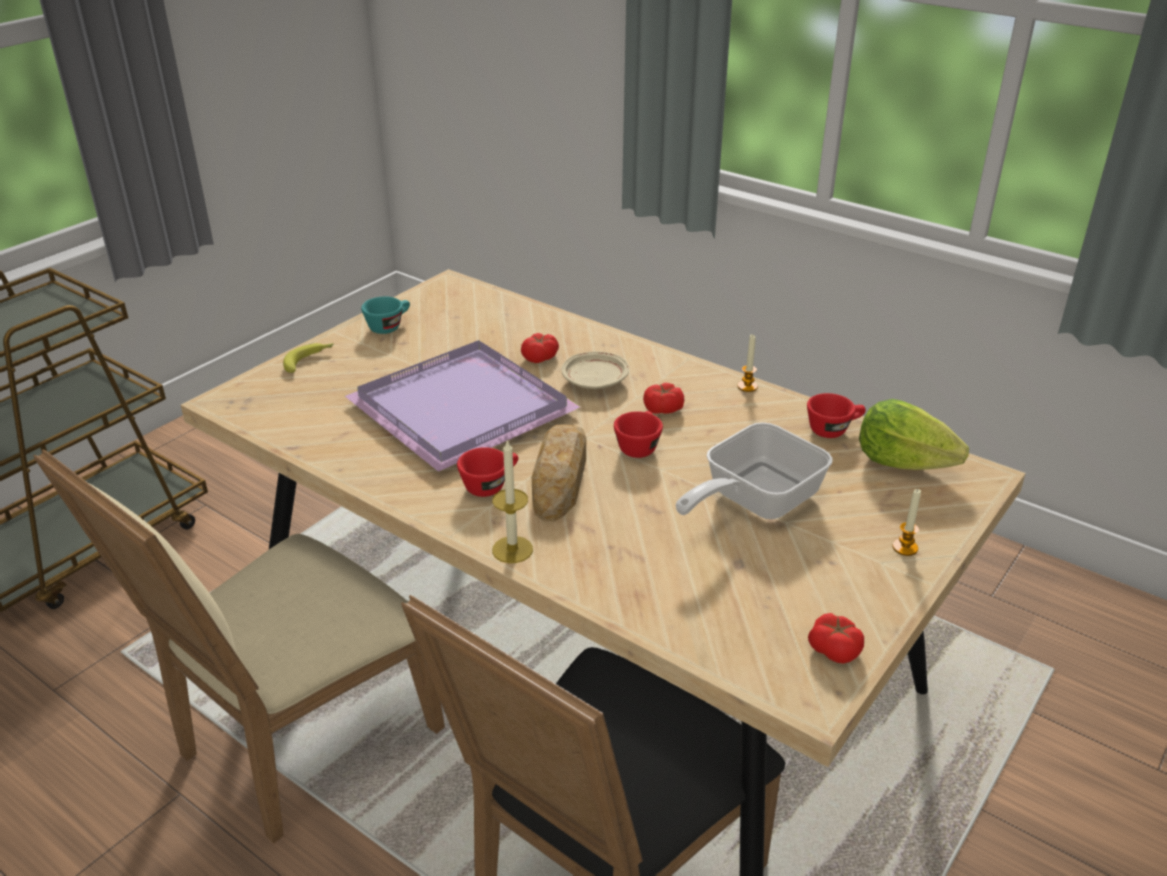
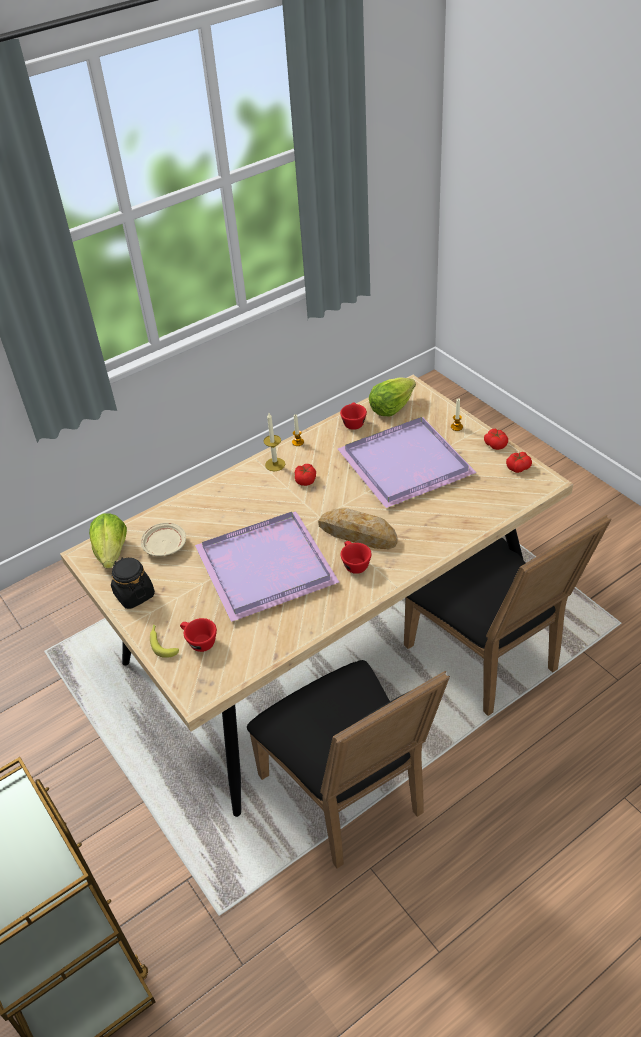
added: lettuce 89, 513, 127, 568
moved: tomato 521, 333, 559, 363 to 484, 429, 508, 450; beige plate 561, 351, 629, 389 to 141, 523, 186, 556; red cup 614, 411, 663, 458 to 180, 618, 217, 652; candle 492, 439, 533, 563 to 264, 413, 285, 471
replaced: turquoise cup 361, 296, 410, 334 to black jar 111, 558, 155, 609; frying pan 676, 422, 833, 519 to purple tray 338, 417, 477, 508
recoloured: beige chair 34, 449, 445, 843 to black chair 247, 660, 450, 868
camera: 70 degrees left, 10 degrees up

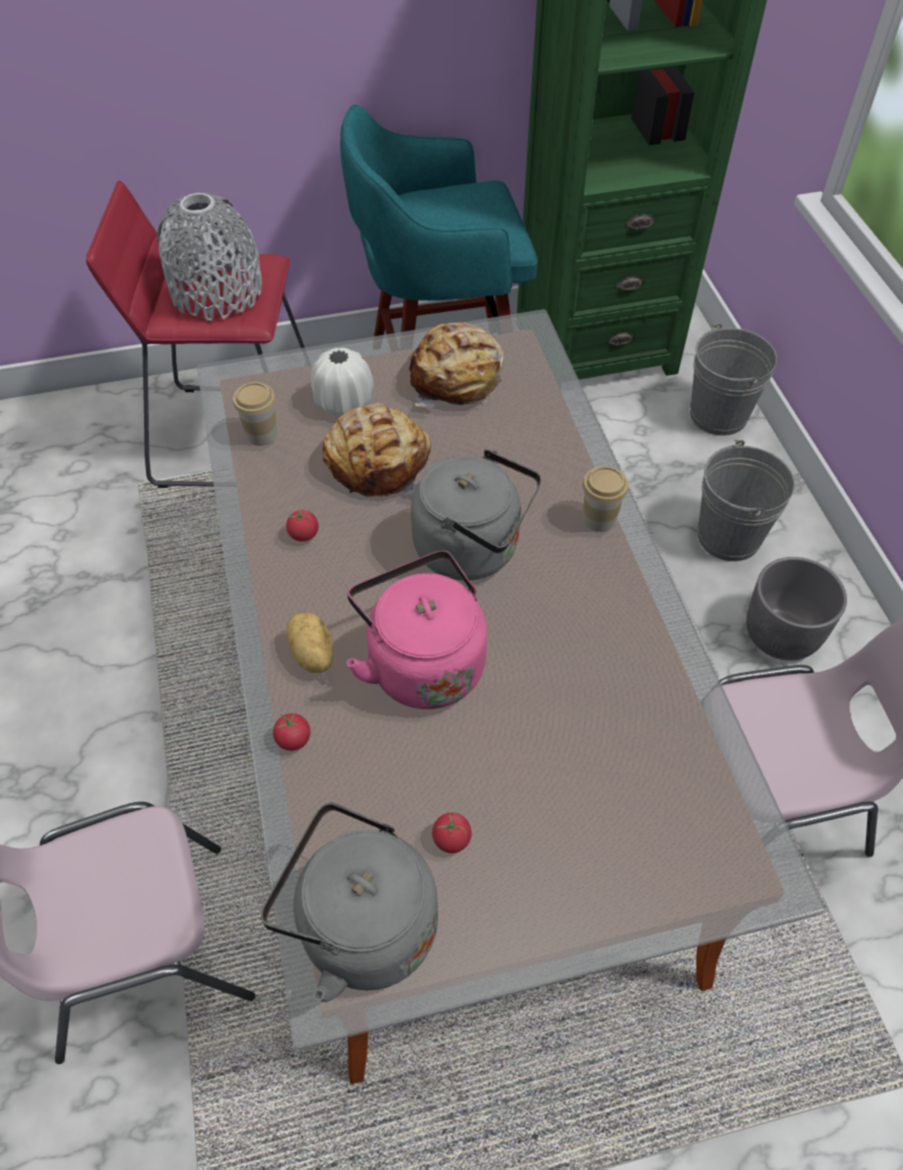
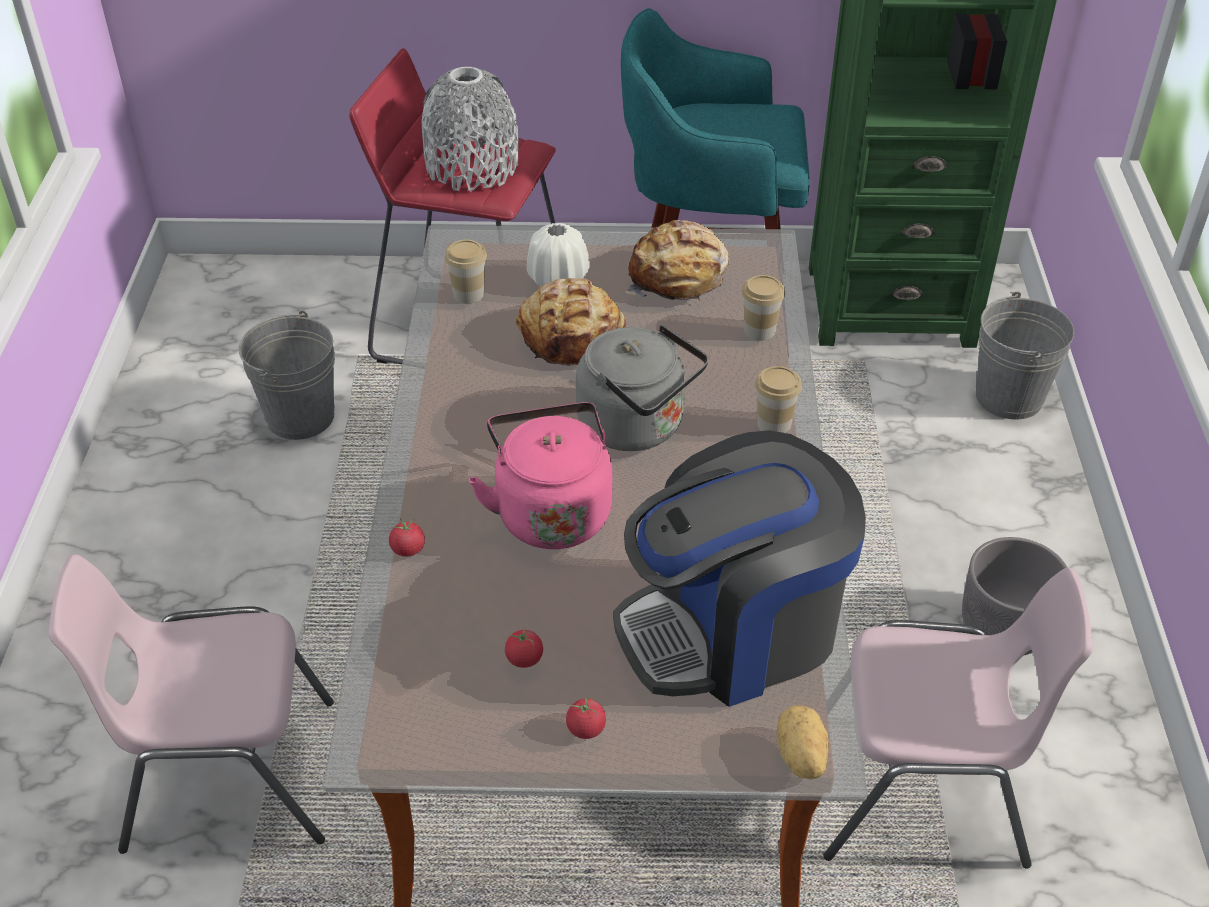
removed: grey kettle 261, 802, 438, 1002
added: cup 742, 275, 785, 341; coffee machine 613, 430, 866, 707
moved: grey bucket 697, 439, 795, 561 to 239, 310, 335, 440; tomato 286, 508, 319, 541 to 566, 697, 606, 739; potato 286, 612, 333, 673 to 777, 705, 829, 779
camera: 15 degrees right, 10 degrees down

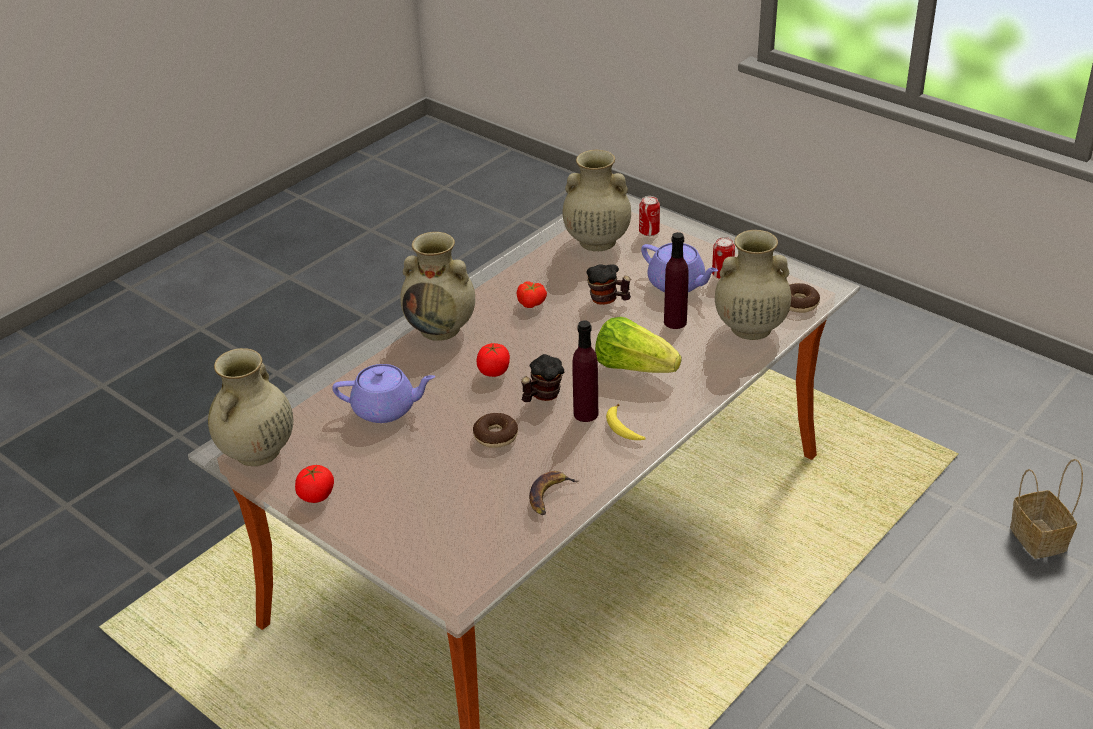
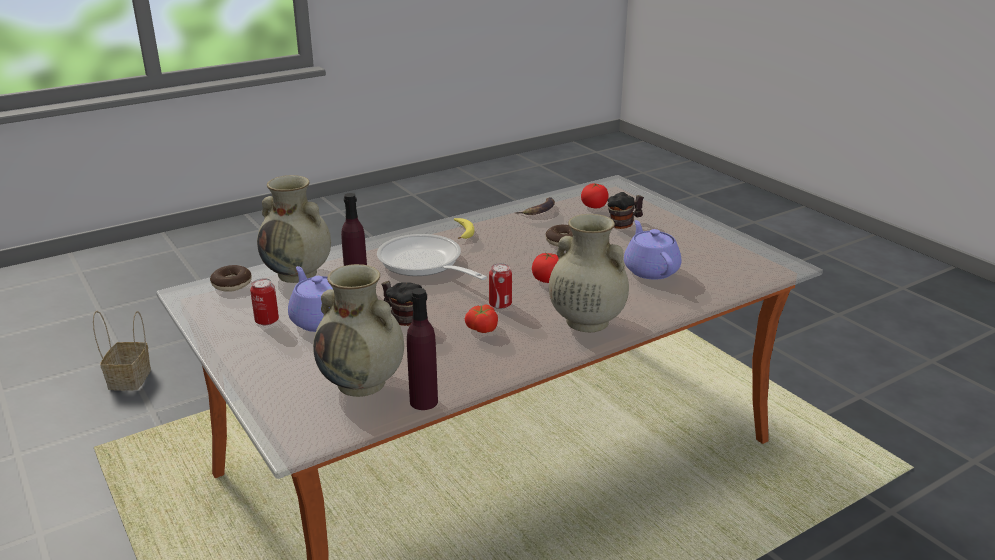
removed: beige vase 208, 348, 293, 466
moved: can 639, 196, 660, 236 to 489, 263, 512, 309; purple bottle 572, 320, 598, 422 to 407, 288, 438, 410; mug 521, 354, 564, 402 to 607, 192, 644, 229; tomato 295, 465, 334, 503 to 581, 183, 608, 208
replaced: lettuce 595, 317, 681, 373 to frying pan 377, 234, 487, 280
turned: purple teapot 332, 364, 435, 423 = 624, 220, 681, 280 60 degrees clockwise
camera: 165 degrees left, 10 degrees down

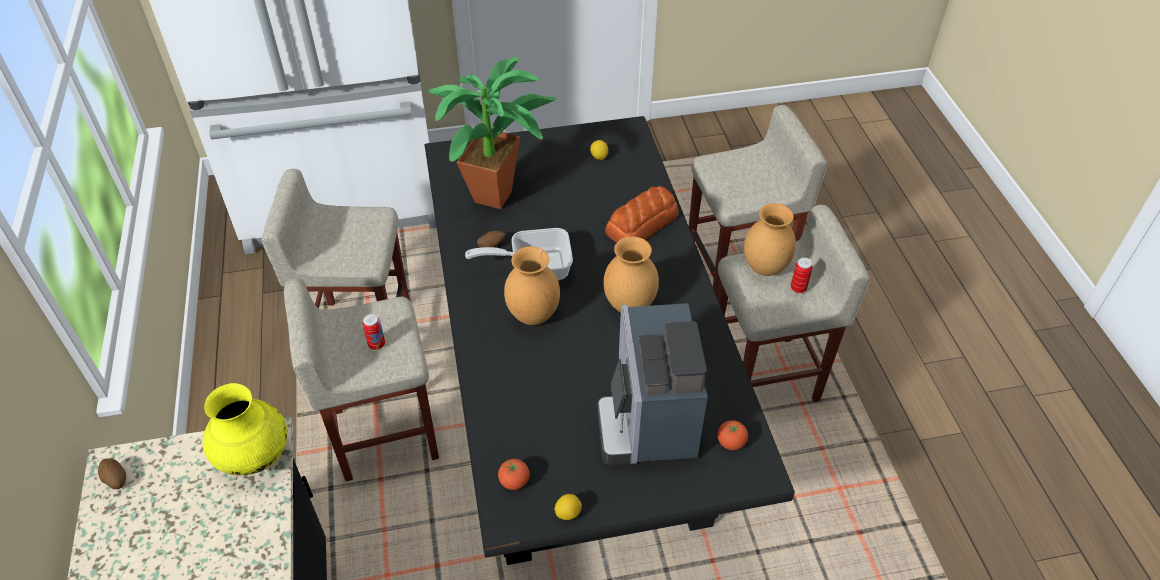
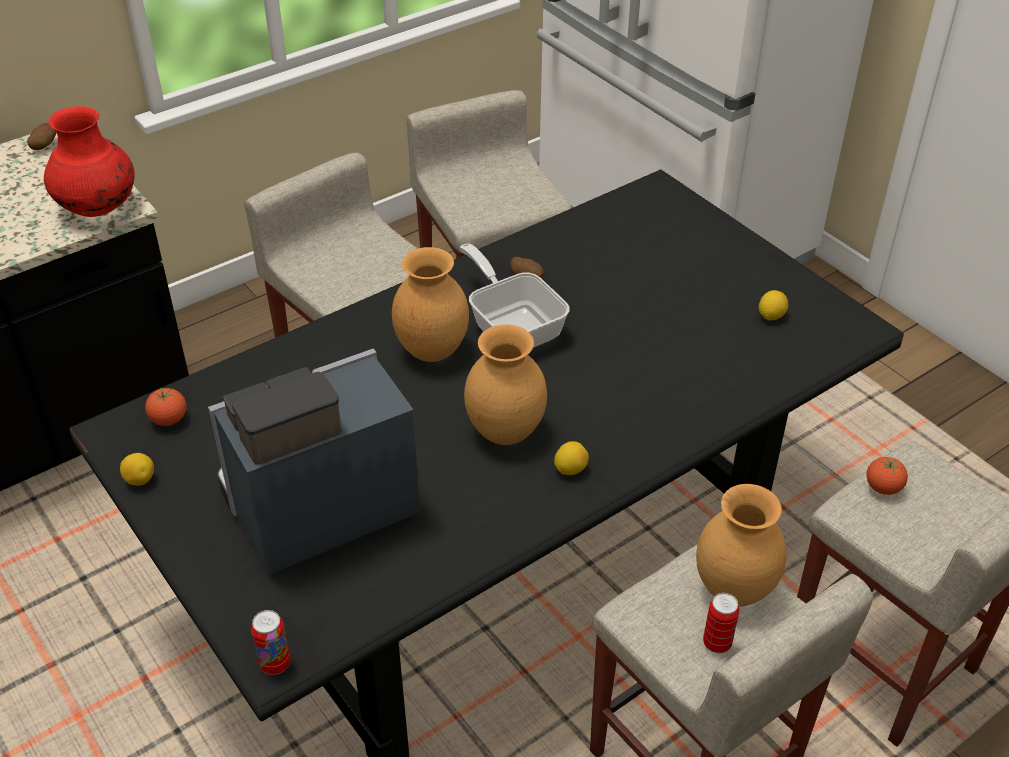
removed: potted plant 428, 57, 557, 209; bread 605, 186, 679, 243
added: lemon 554, 441, 589, 475
moved: can 362, 314, 385, 350 to 251, 610, 290, 675; tomato 717, 420, 748, 450 to 866, 457, 908, 495
recoloured: yellow vase 203, 383, 287, 475 to red vase 44, 106, 135, 217
camera: 65 degrees right, 5 degrees down

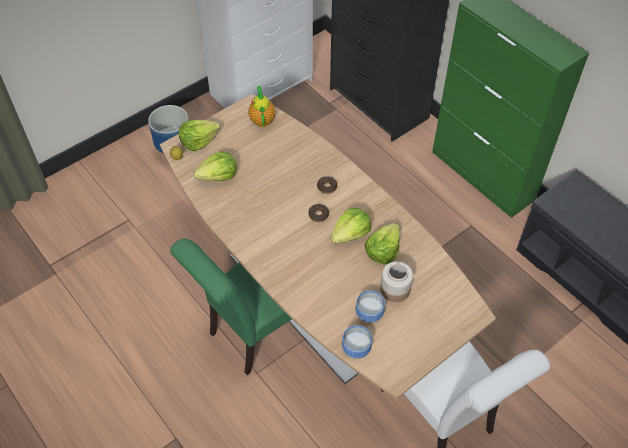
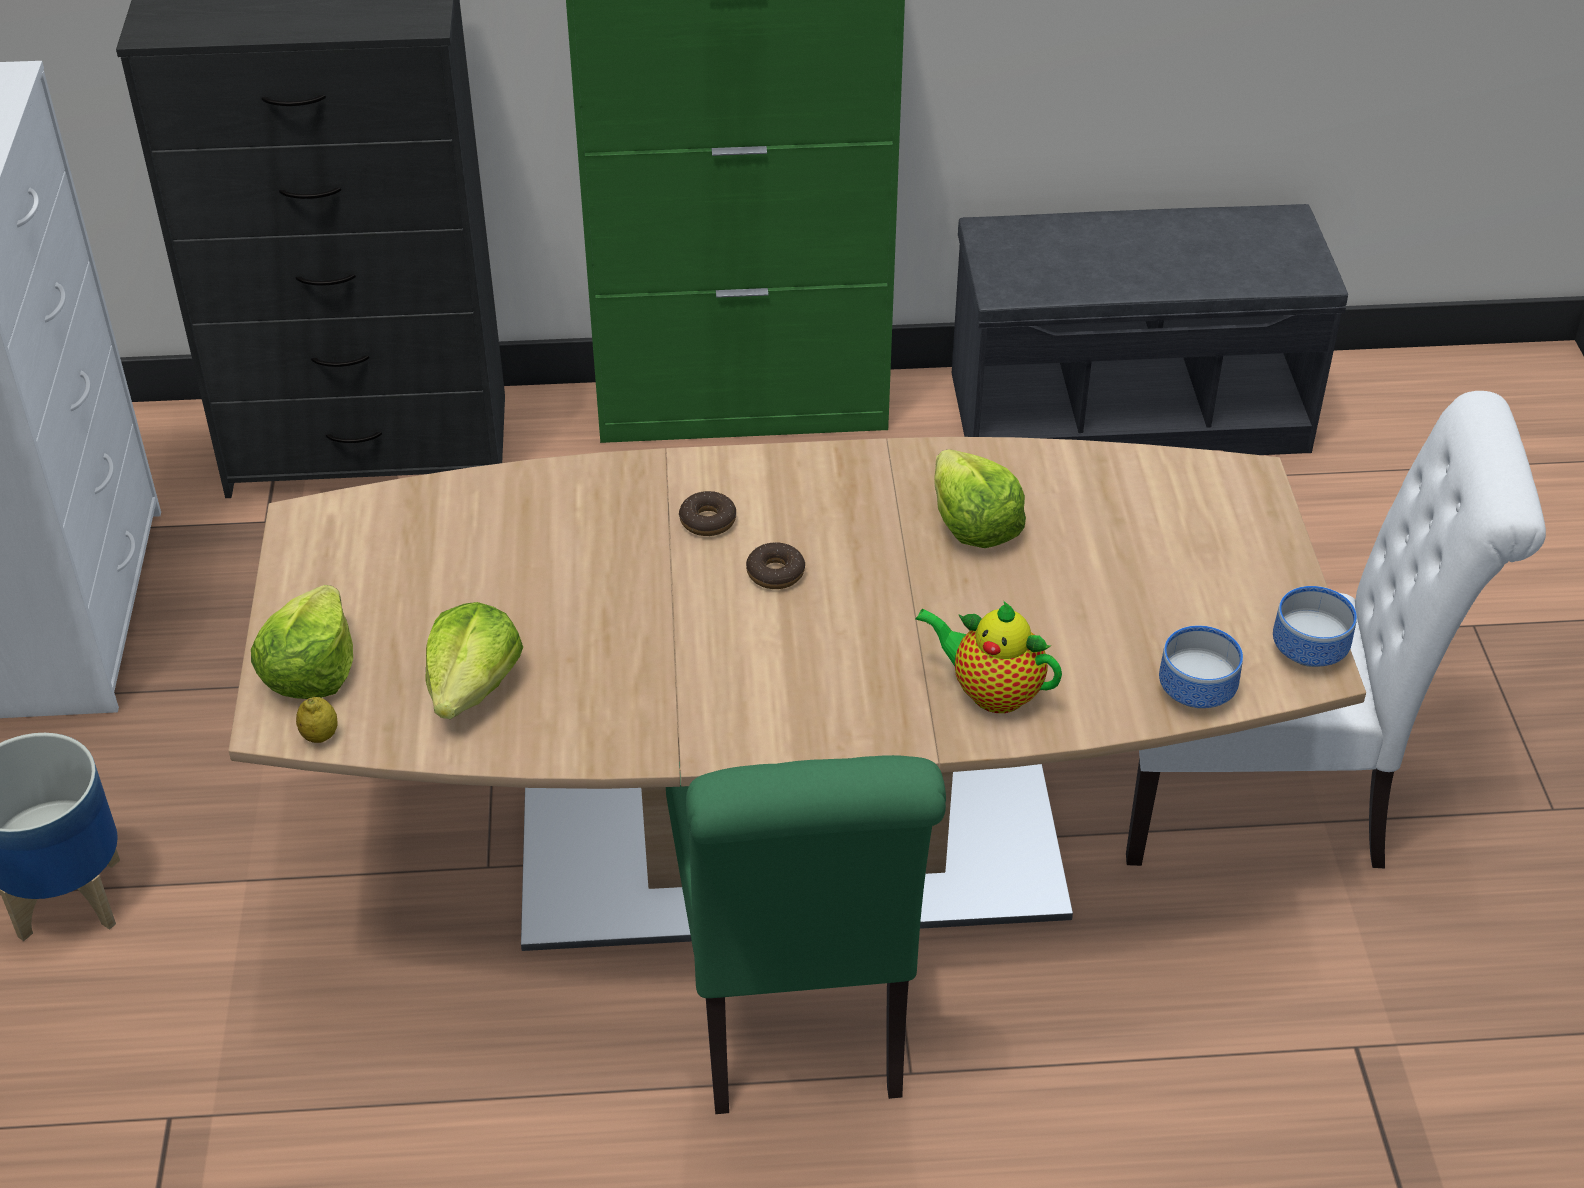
removed: lettuce 331, 208, 371, 244; jar 380, 261, 413, 302
moved: teapot 248, 86, 275, 127 to 915, 601, 1062, 713; bowl 356, 291, 385, 322 to 1273, 586, 1357, 667
camera: 55 degrees left, 10 degrees down

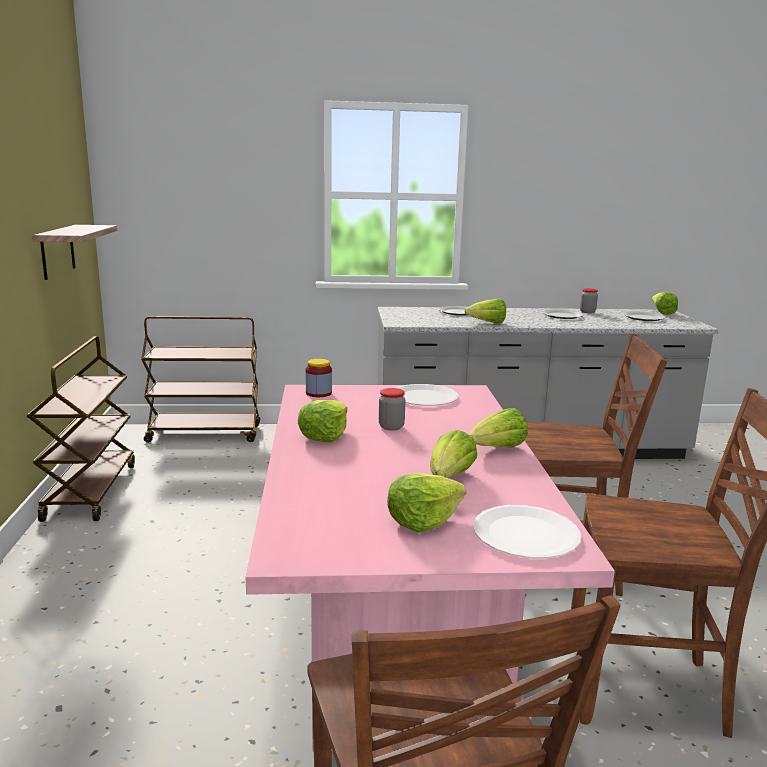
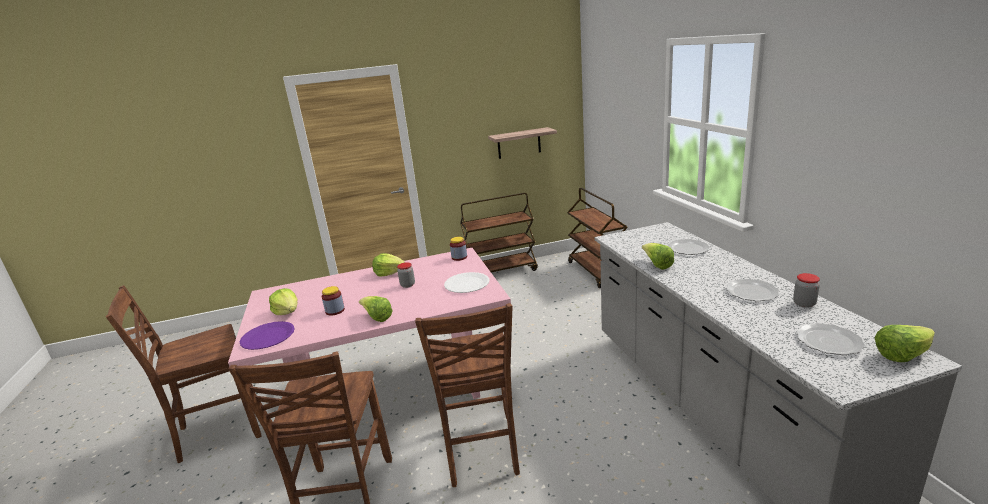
replaced: lettuce 430, 429, 477, 478 to jar 322, 286, 345, 315
recoloured: white plate 473, 505, 581, 559 to purple plate 240, 321, 295, 350
camera: 80 degrees right, 5 degrees up

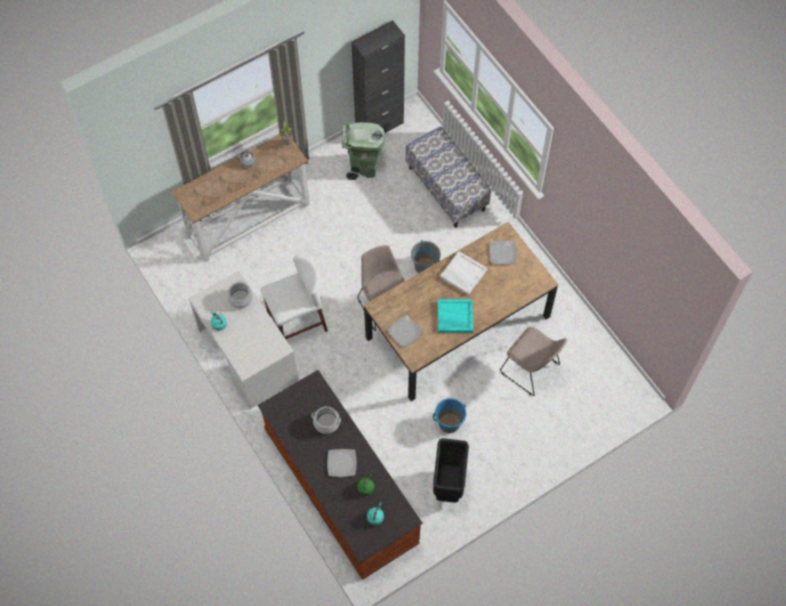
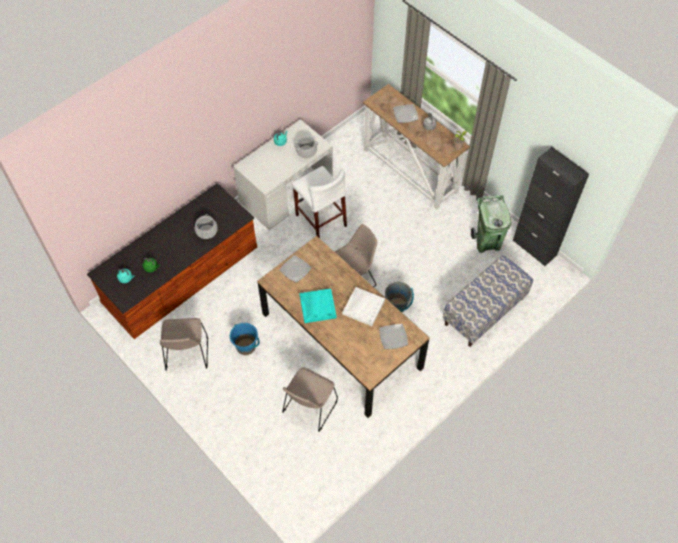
moved: plate 327, 449, 357, 477 to 393, 104, 418, 123
replaced: black trash can 433, 438, 469, 503 to beige chair 160, 318, 208, 371
camera: 80 degrees right, 5 degrees down

